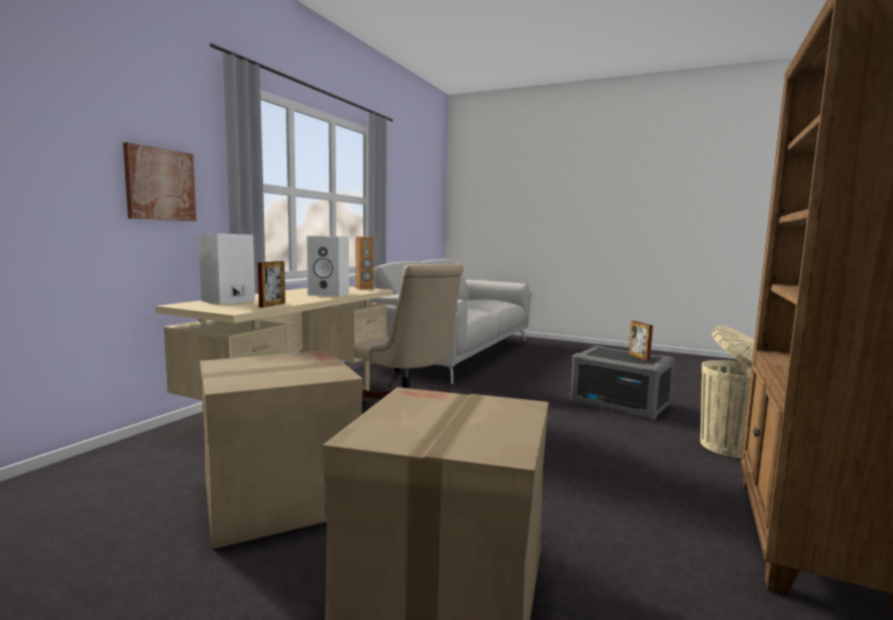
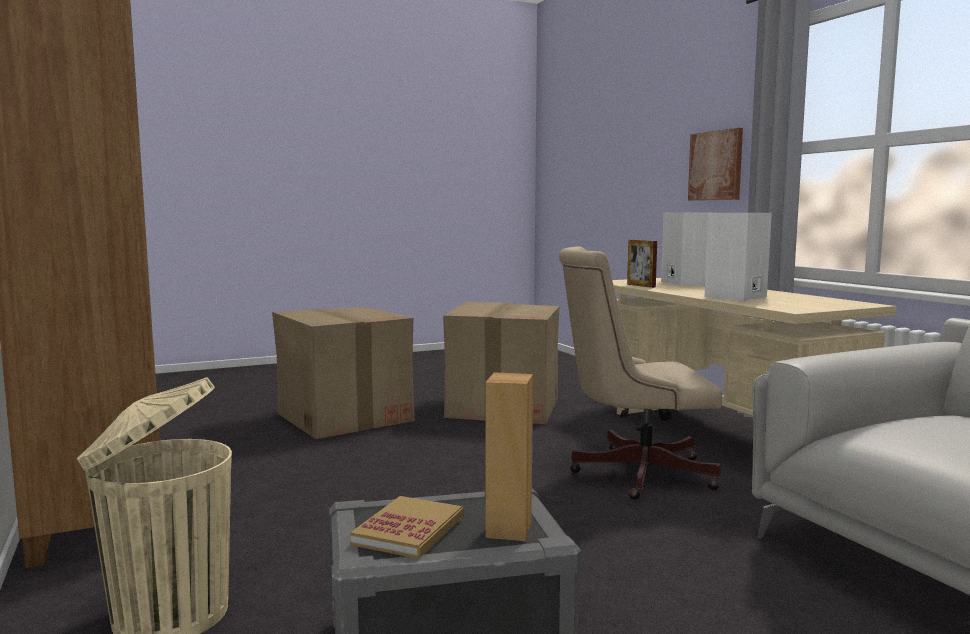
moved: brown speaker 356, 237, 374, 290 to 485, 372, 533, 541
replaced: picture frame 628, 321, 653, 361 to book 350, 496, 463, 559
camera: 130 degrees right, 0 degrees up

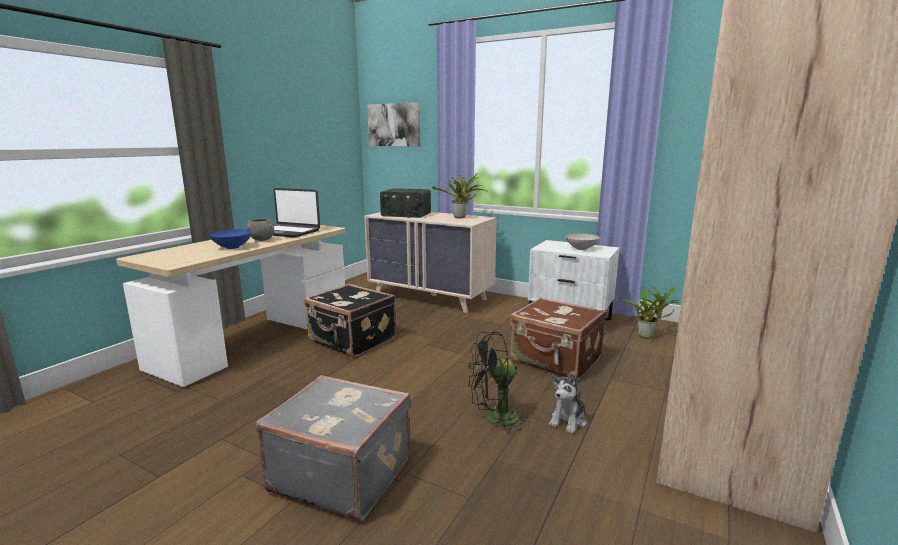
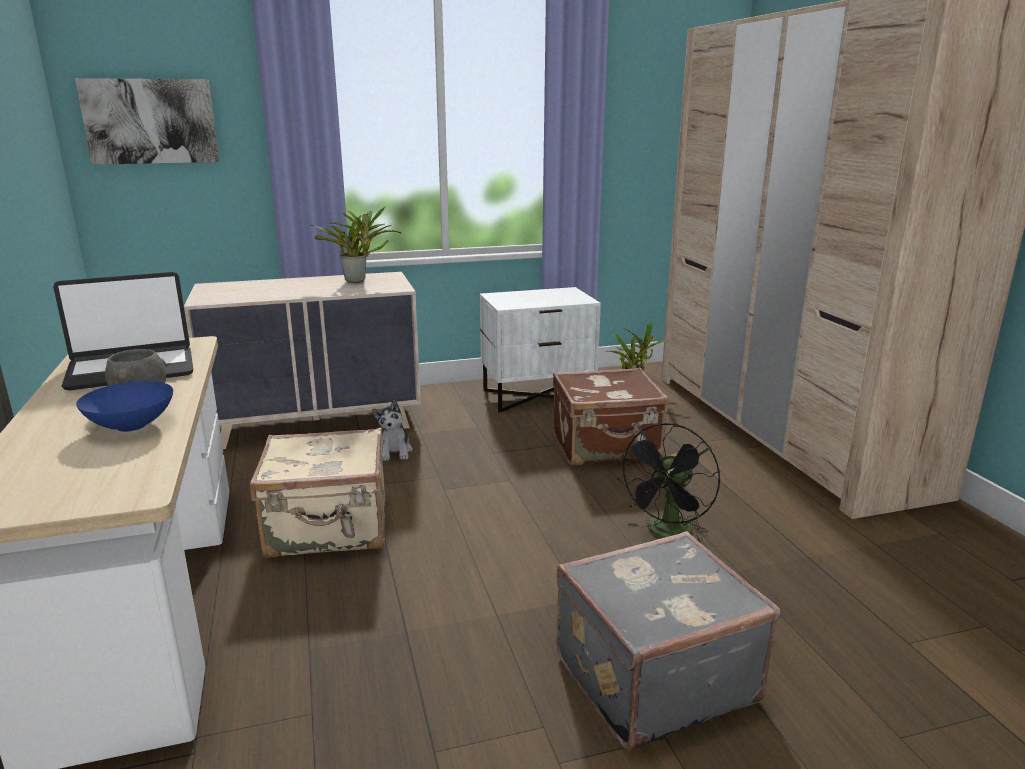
removed: radio 380, 188, 431, 218; white bowl 565, 233, 600, 250
moved: plush toy 549, 374, 587, 434 to 372, 400, 413, 461
recoloured: black suitcase 304, 284, 396, 357 to beige suitcase 250, 427, 386, 558
camera: 45 degrees left, 5 degrees up

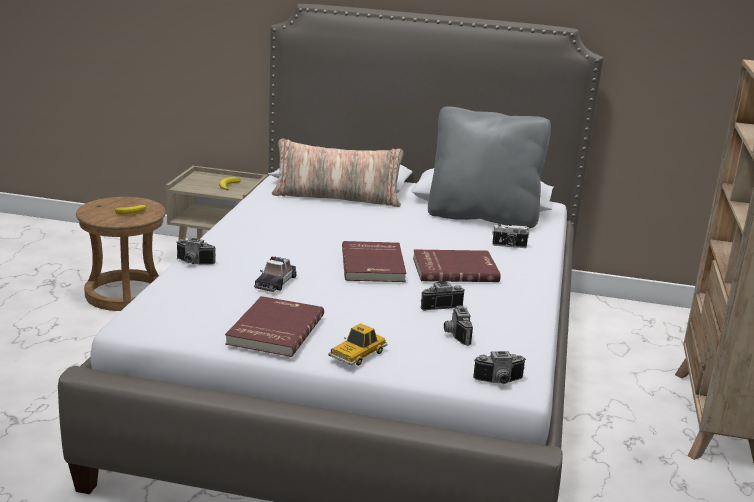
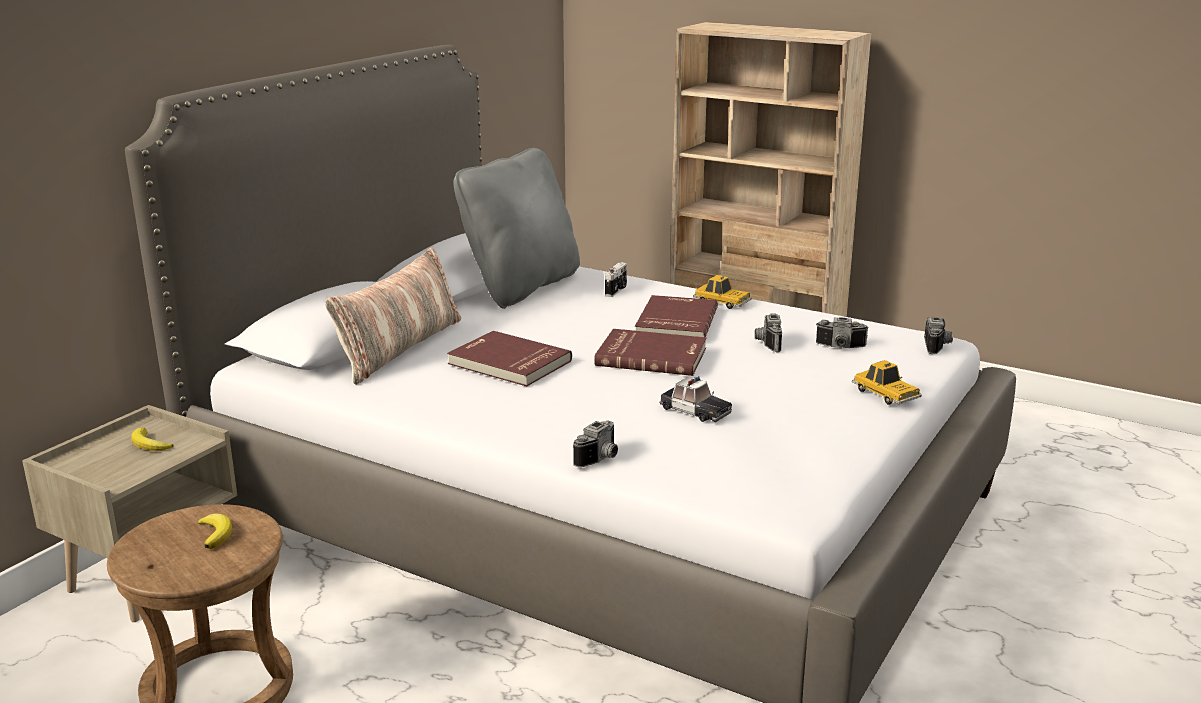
added: toy car 693, 275, 752, 309
moved: red book 225, 296, 324, 357 to 447, 331, 572, 386
camera: 70 degrees left, 0 degrees up

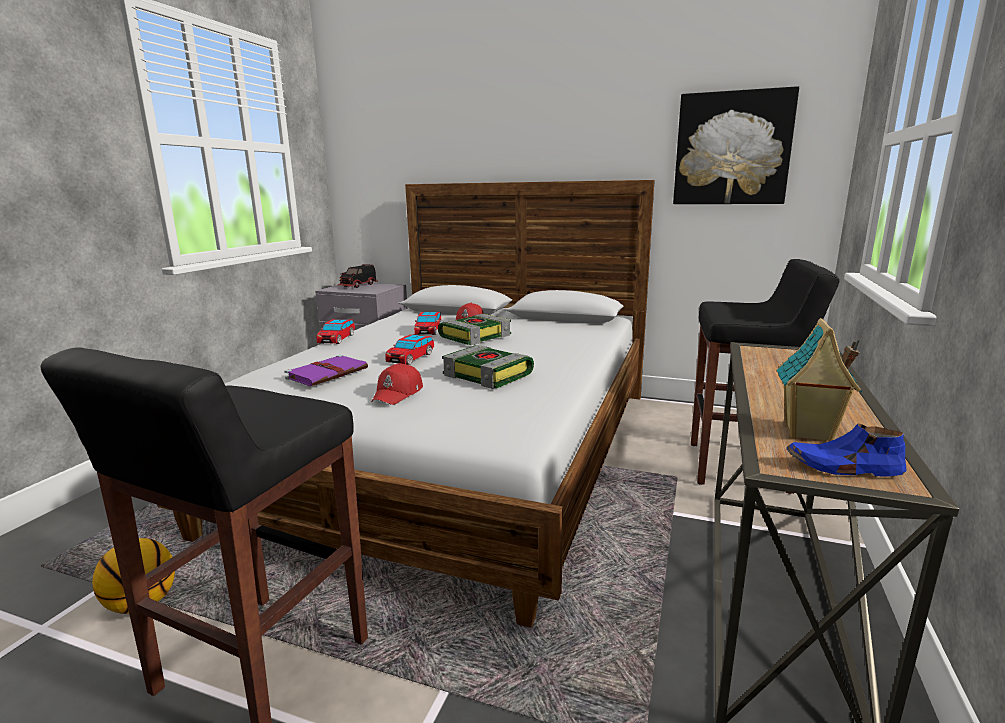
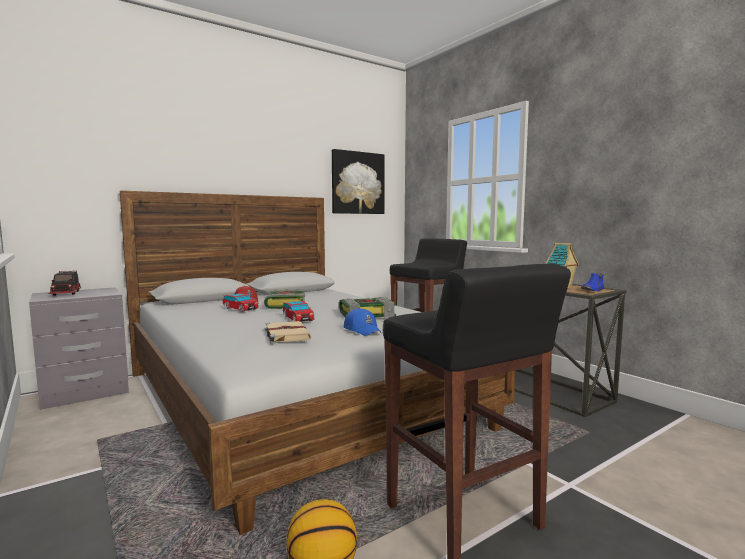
removed: toy car 317, 319, 355, 344
recoloured: purple book 285, 355, 368, 386 to beige book 265, 321, 312, 344; red cap 372, 363, 423, 405 to blue cap 344, 308, 381, 336
camera: 55 degrees left, 10 degrees down

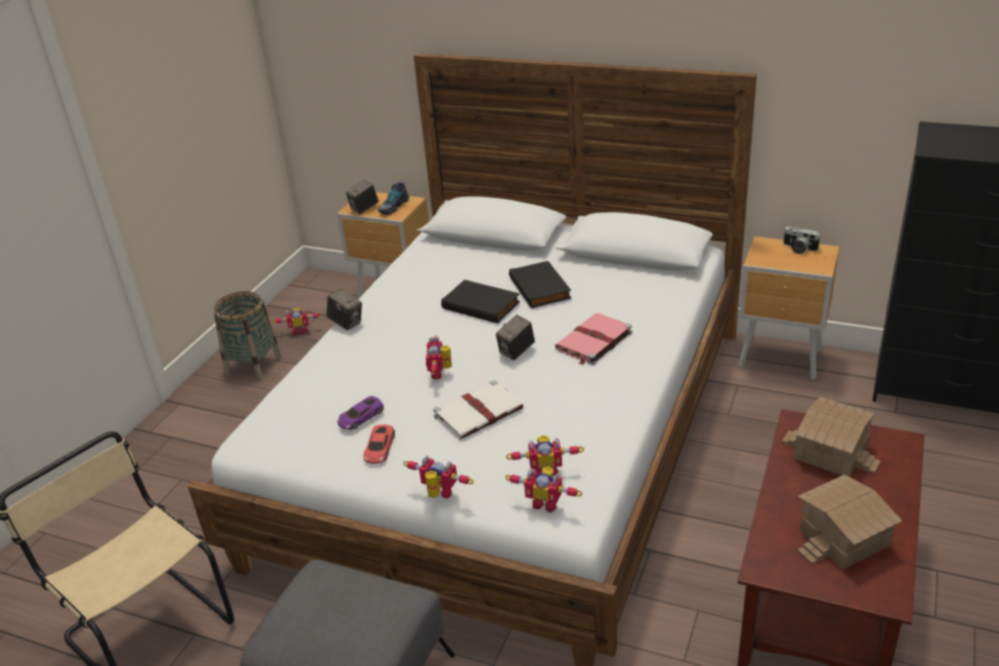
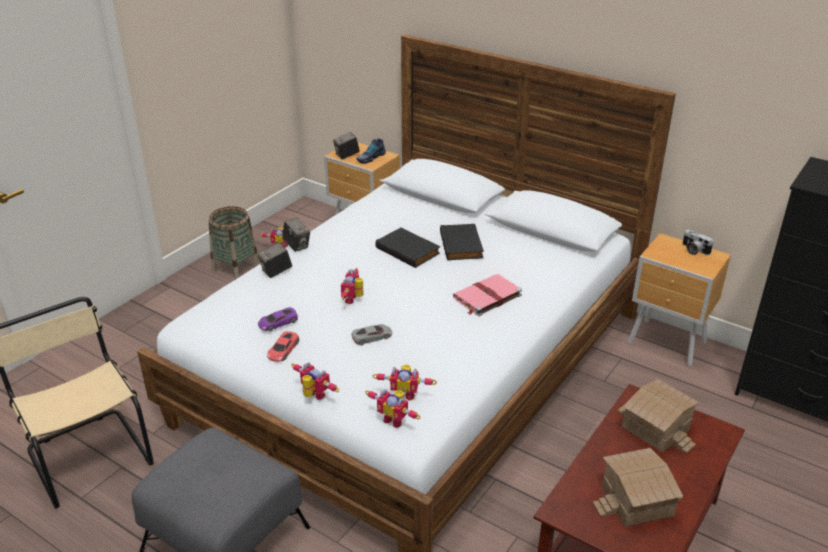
moved: photo camera 496, 315, 535, 360 to 258, 242, 292, 278
replaced: white book 433, 380, 523, 439 to grey toy car 352, 324, 392, 345
camera: 10 degrees right, 0 degrees up

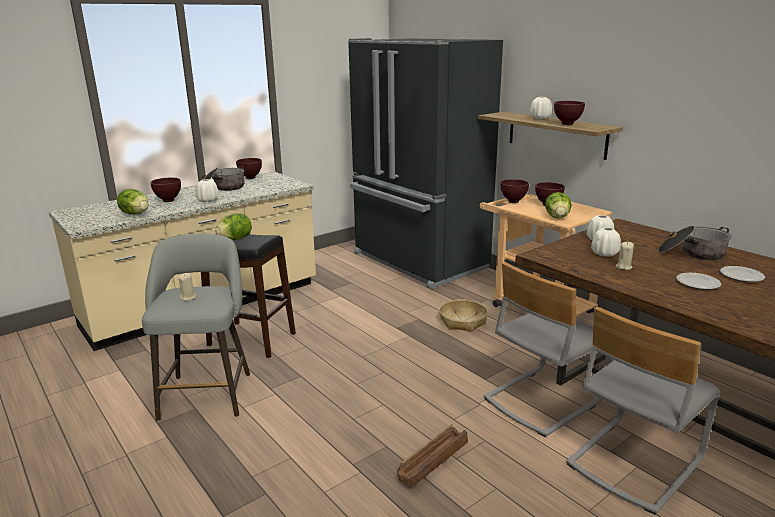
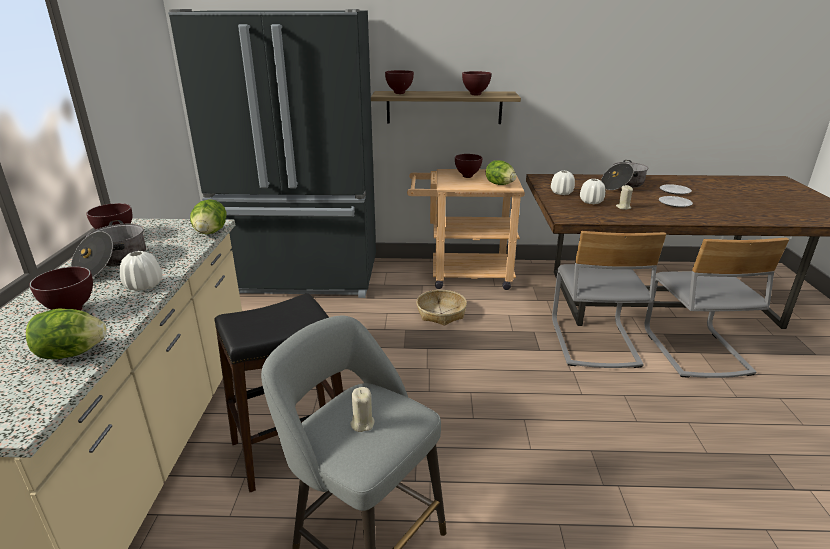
removed: white vase 530, 97, 552, 119; crate 397, 424, 468, 487
moved: brown bowl 501, 179, 529, 203 to 385, 70, 414, 94; lettuce 215, 213, 252, 240 to 190, 199, 227, 235
camera: 50 degrees left, 5 degrees up

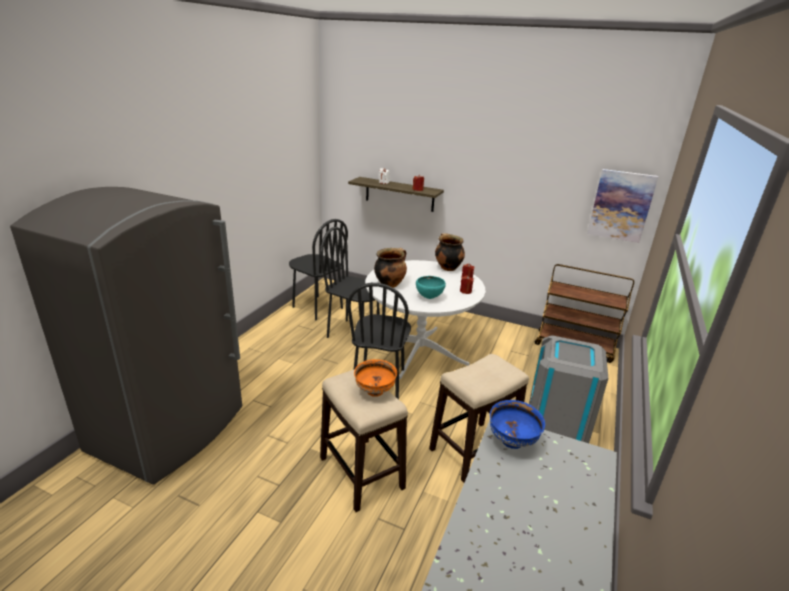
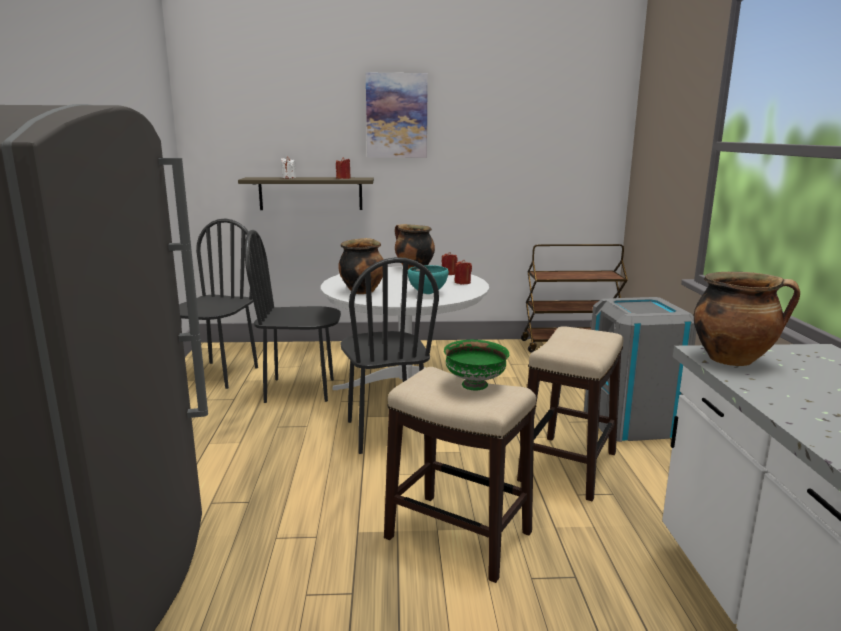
moved: picture 587, 169, 658, 243 to 366, 73, 428, 158
replaced: blue bowl 490, 400, 545, 449 to cooking pot 694, 272, 800, 366
recoloured: orange bowl 354, 359, 397, 397 to green bowl 444, 340, 509, 390
turned: black chair 289, 219, 348, 321 = 179, 219, 258, 389 90 degrees counterclockwise
camera: 25 degrees left, 10 degrees down

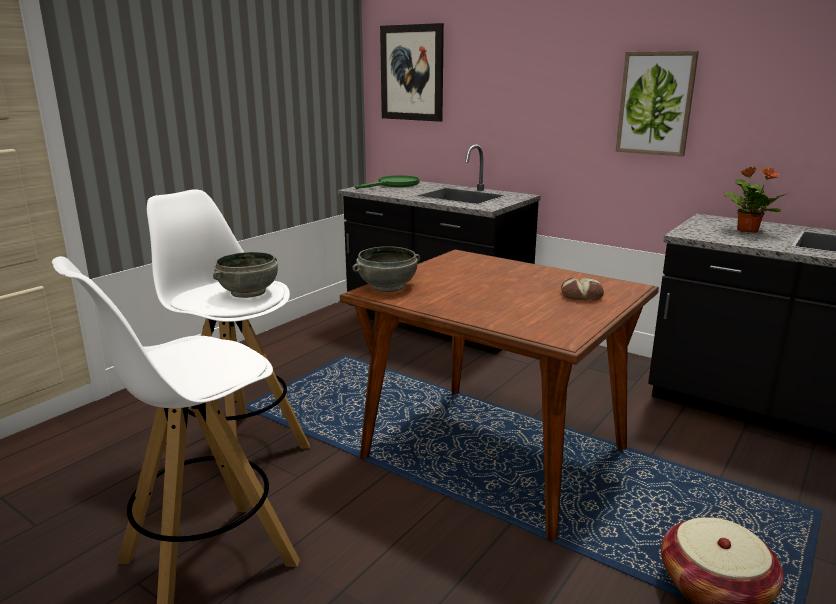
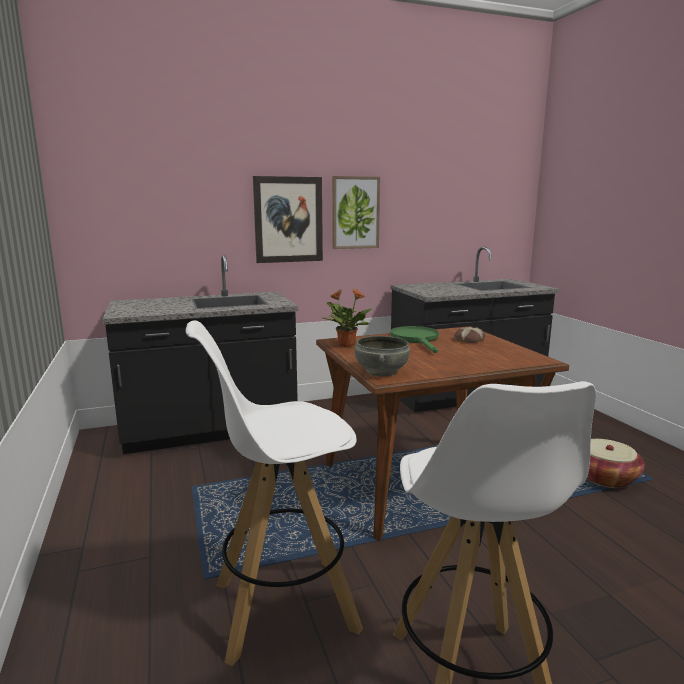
removed: grey bowl 213, 252, 278, 298
moved: picture 380, 23, 444, 122 to 253, 176, 323, 263; potted plant 723, 166, 786, 233 to 321, 289, 372, 347; green frying pan 355, 175, 419, 189 to 390, 326, 439, 353
camera: 55 degrees left, 5 degrees down

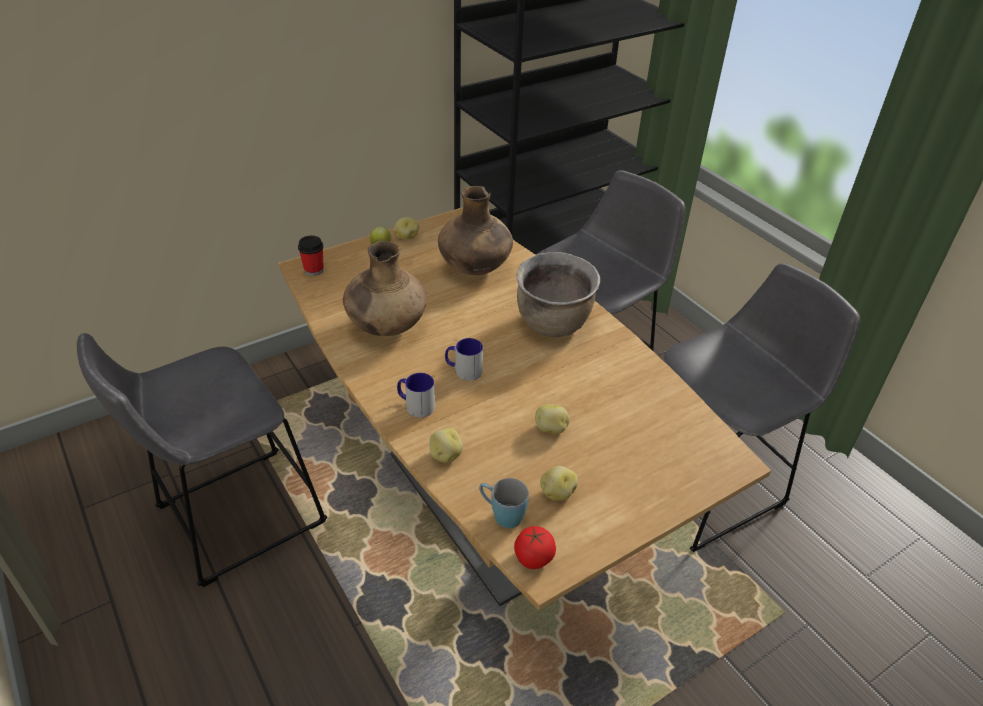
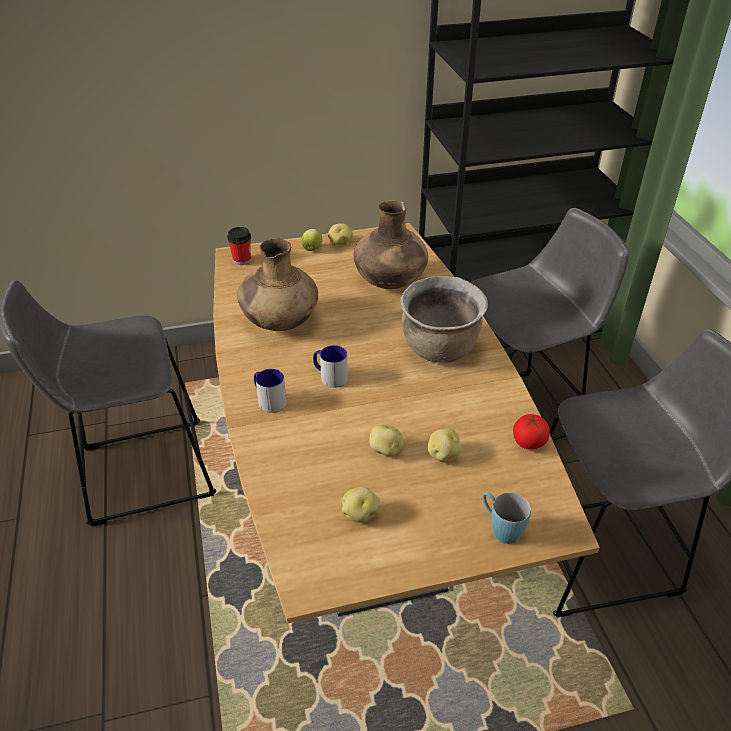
moved: potato 429, 428, 463, 463 to 428, 429, 461, 462; blue mug 479, 478, 529, 528 to 482, 492, 531, 544; tomato 514, 526, 556, 569 to 513, 414, 550, 449
camera: 20 degrees right, 0 degrees up

